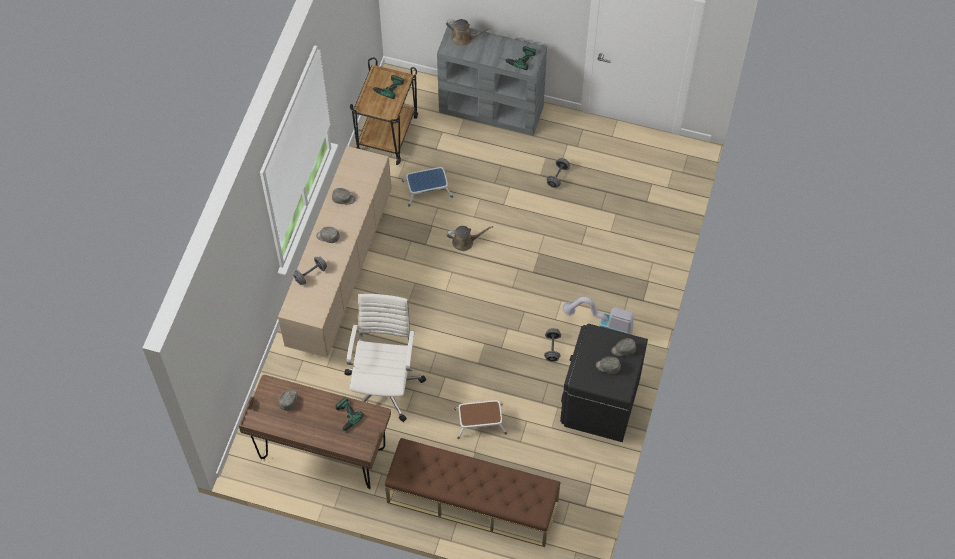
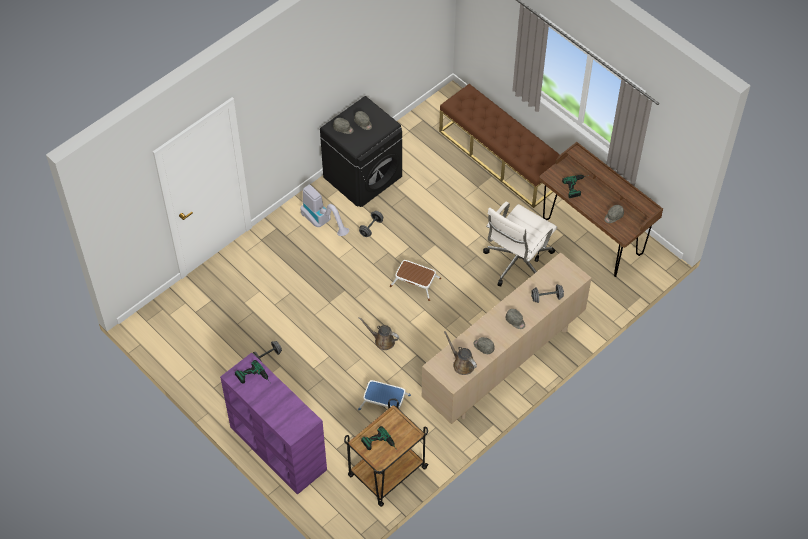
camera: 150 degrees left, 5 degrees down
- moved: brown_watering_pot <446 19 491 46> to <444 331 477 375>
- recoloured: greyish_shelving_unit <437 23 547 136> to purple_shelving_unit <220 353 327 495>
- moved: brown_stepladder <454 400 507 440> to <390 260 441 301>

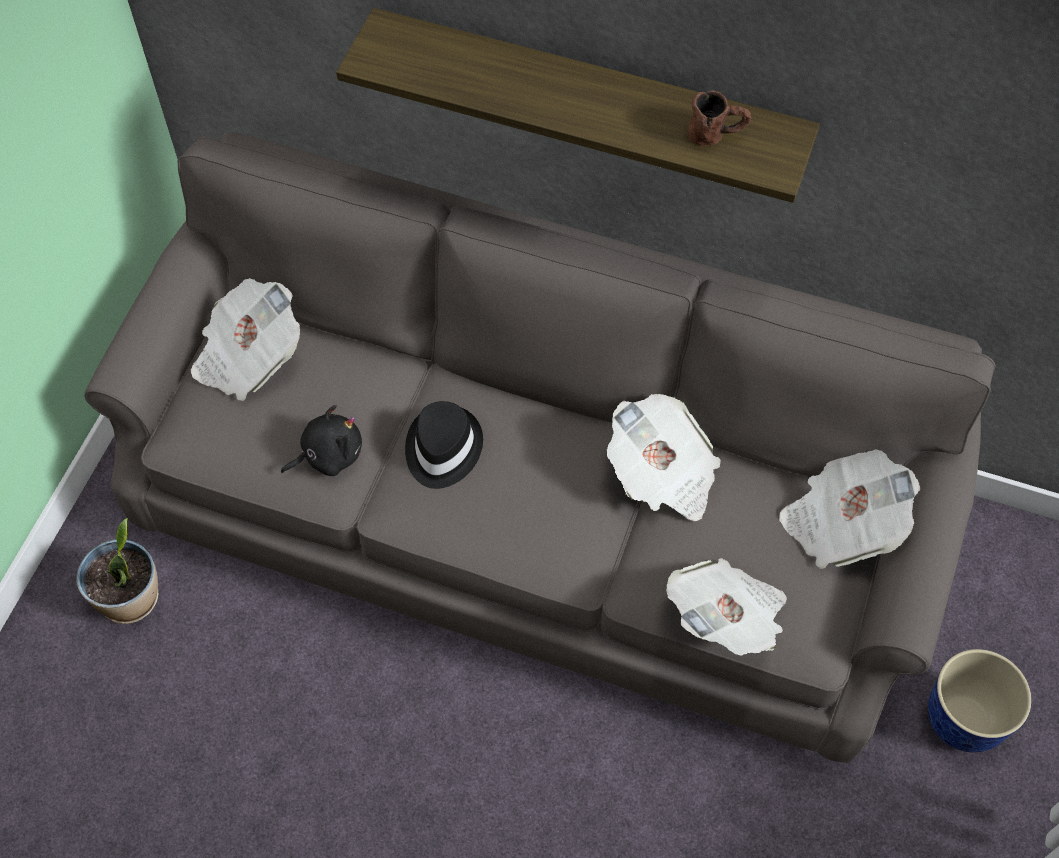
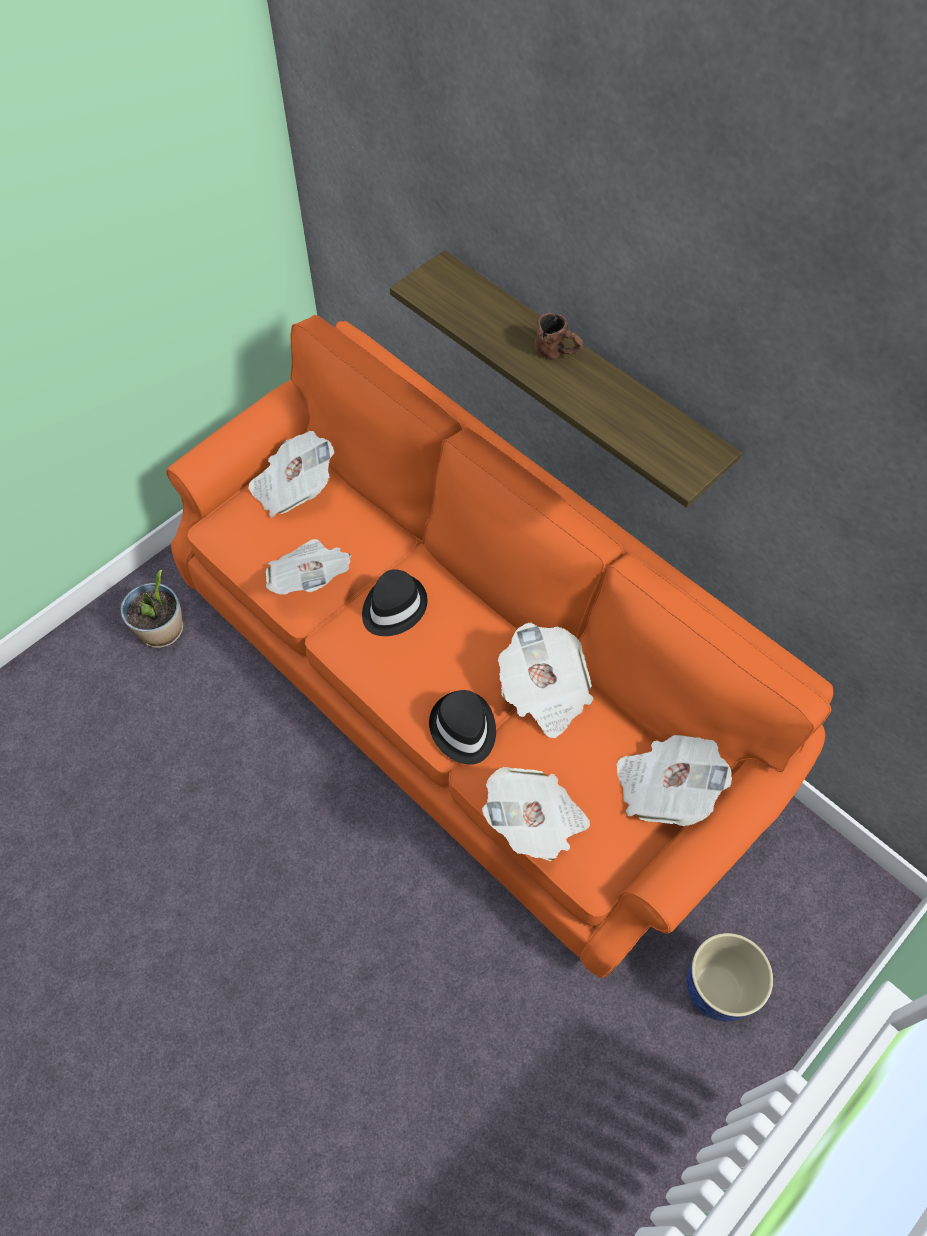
camera: 25 degrees right, 0 degrees up
- moved: brown_coffee_mug <688 90 751 146> to <535 312 583 359>
- recoloured: greyish_settee <84 132 996 763> to orange-coloured_settee <166 315 833 978>
- replaced: black_plush_toy <281 405 362 476> to printed_paper <266 539 352 595>
- added: black_hat <429 690 496 765>

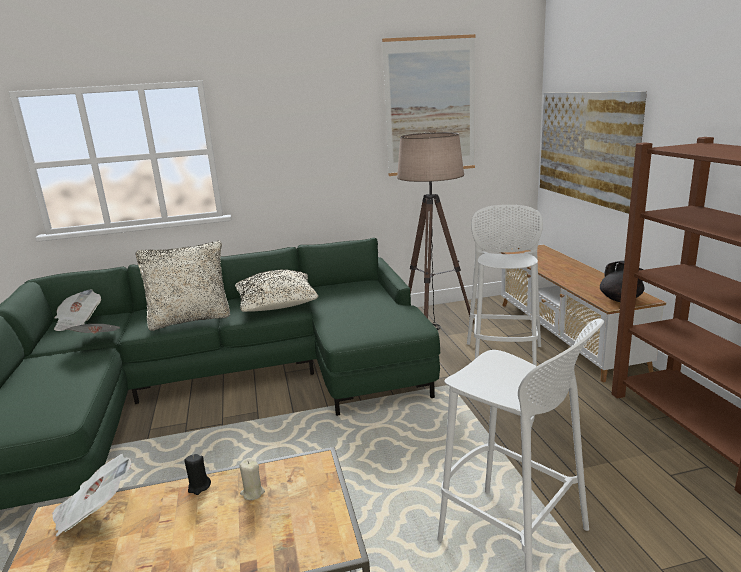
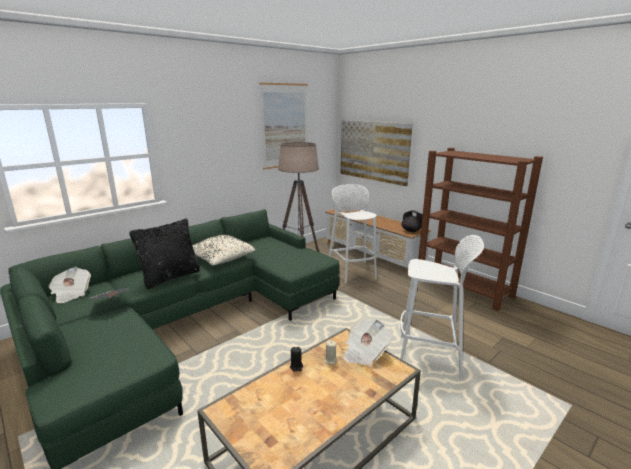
camera: 30 degrees left, 0 degrees up
- recoloured: beige-coloured_throw_pillow <135 241 231 331> to black_throw_pillow <129 218 200 289>
- moved: printed_paper <52 454 131 537> to <343 319 392 366>

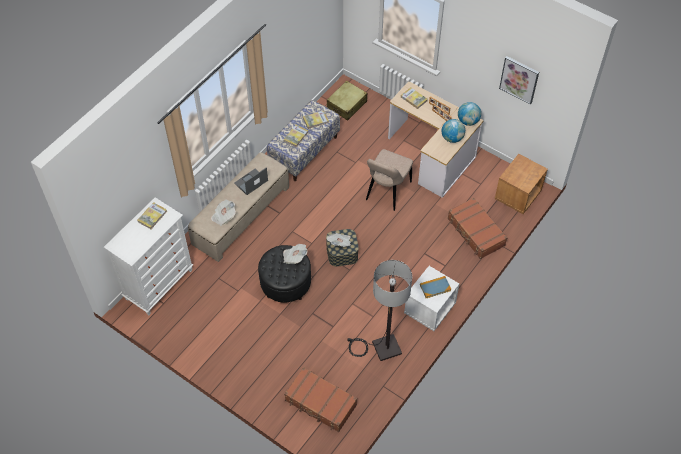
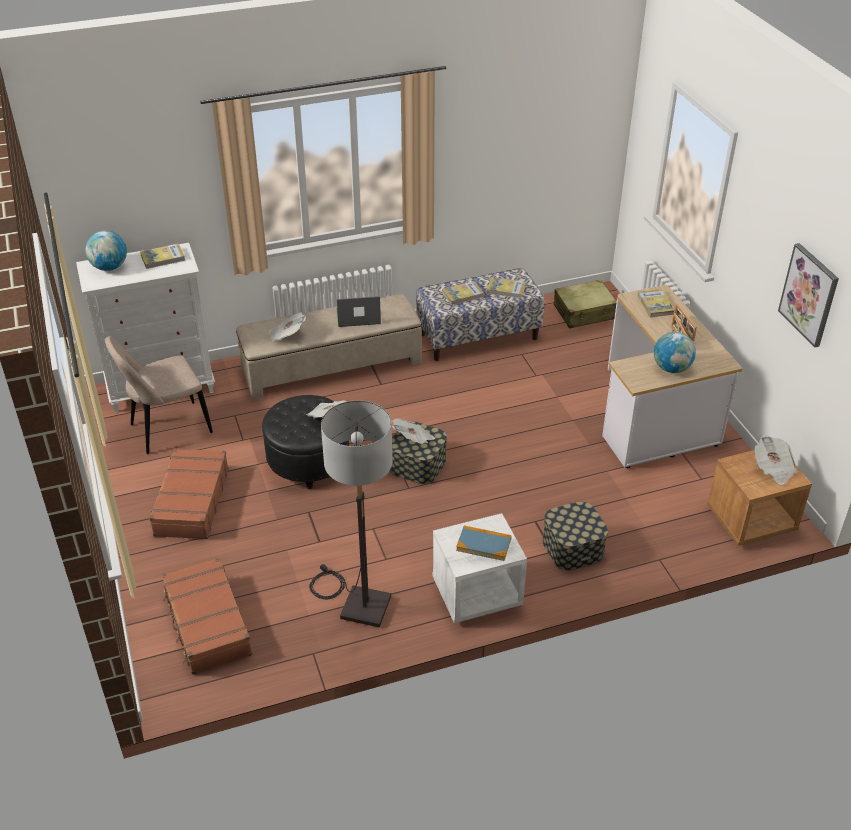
camera: 35 degrees right, 15 degrees down
- moved: globe <458 102 481 126> to <85 230 127 271>
- moved: beige-coloured_chair <366 149 413 211> to <105 336 213 454>
- moved: brown_travel_case <448 198 508 259> to <149 448 229 539>
- added: printed_paper <754 435 797 485>
- added: storage_box <543 501 608 570>

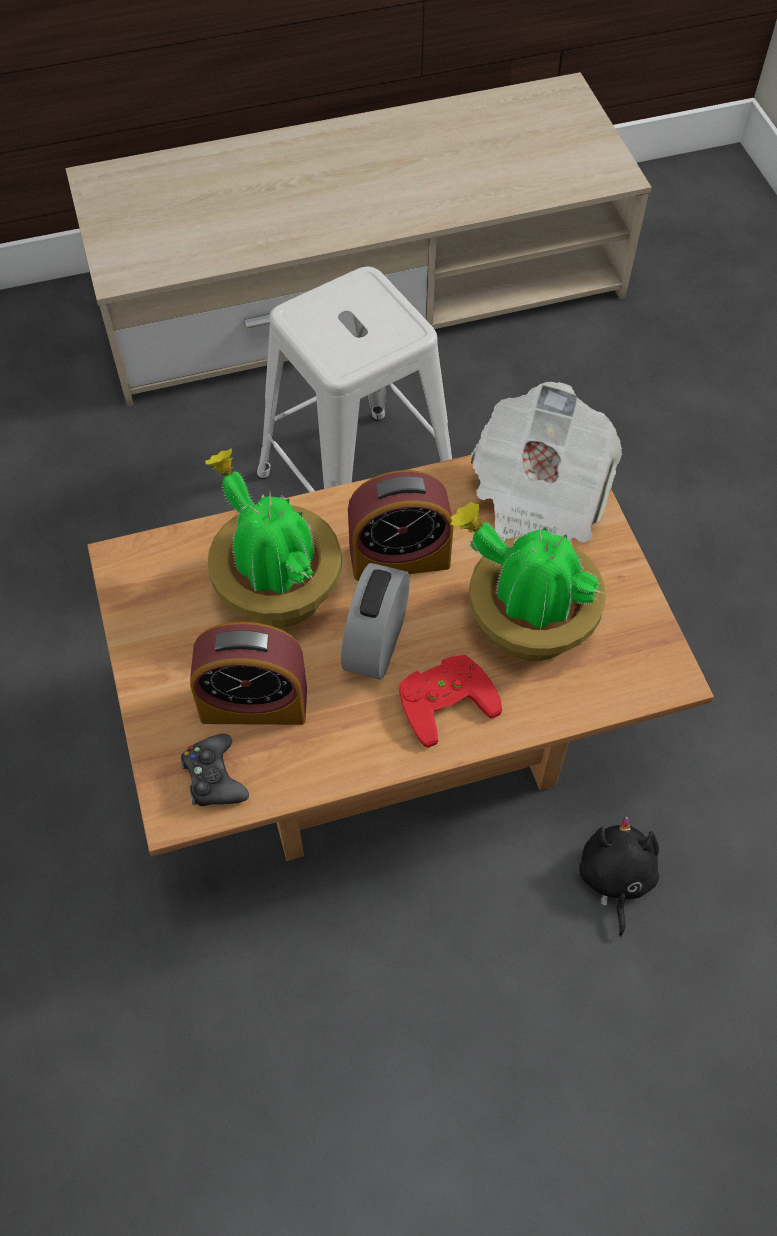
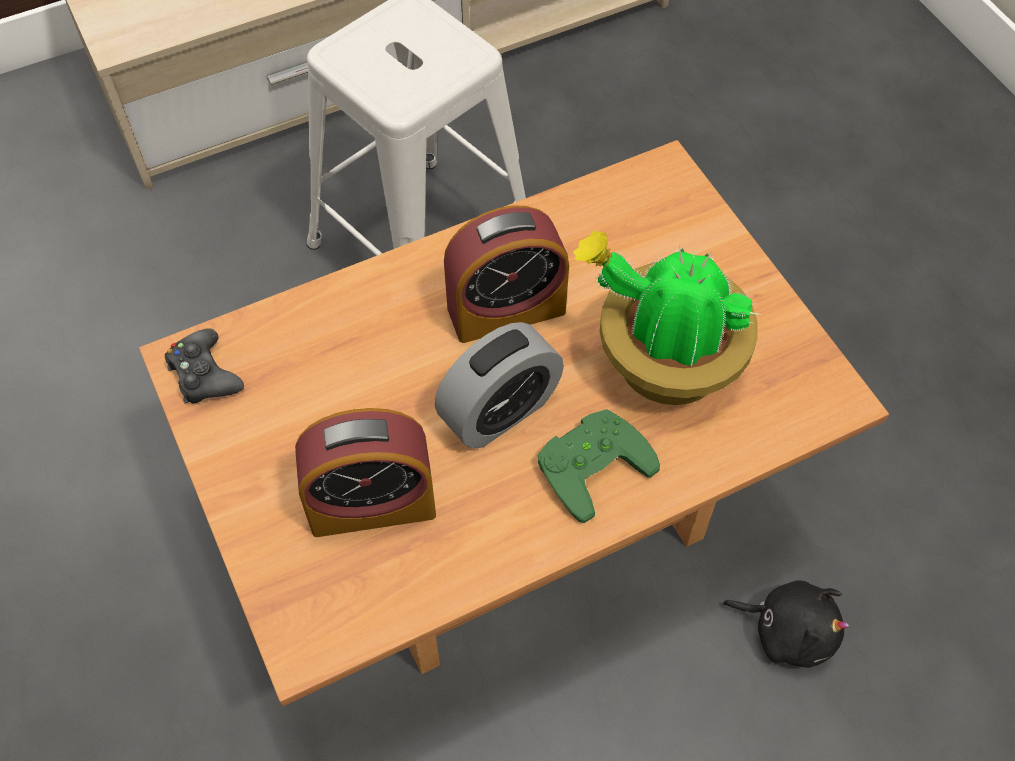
camera: 10 degrees left, 0 degrees up
- removed: printed_paper <471 382 622 543>
- removed: plant_in_a_pot <205 448 341 628>
- turned: table_clock <341 563 410 680> = <435 322 564 448> 135 degrees counterclockwise
- recoloured: reddish_gamepad <399 655 502 748> to green_gamepad <538 409 660 523>
- moved: black_gamepad <181 734 249 806> to <165 328 244 404>
- turned: black_plush_toy <579 816 659 937> = <723 580 849 668> 120 degrees clockwise

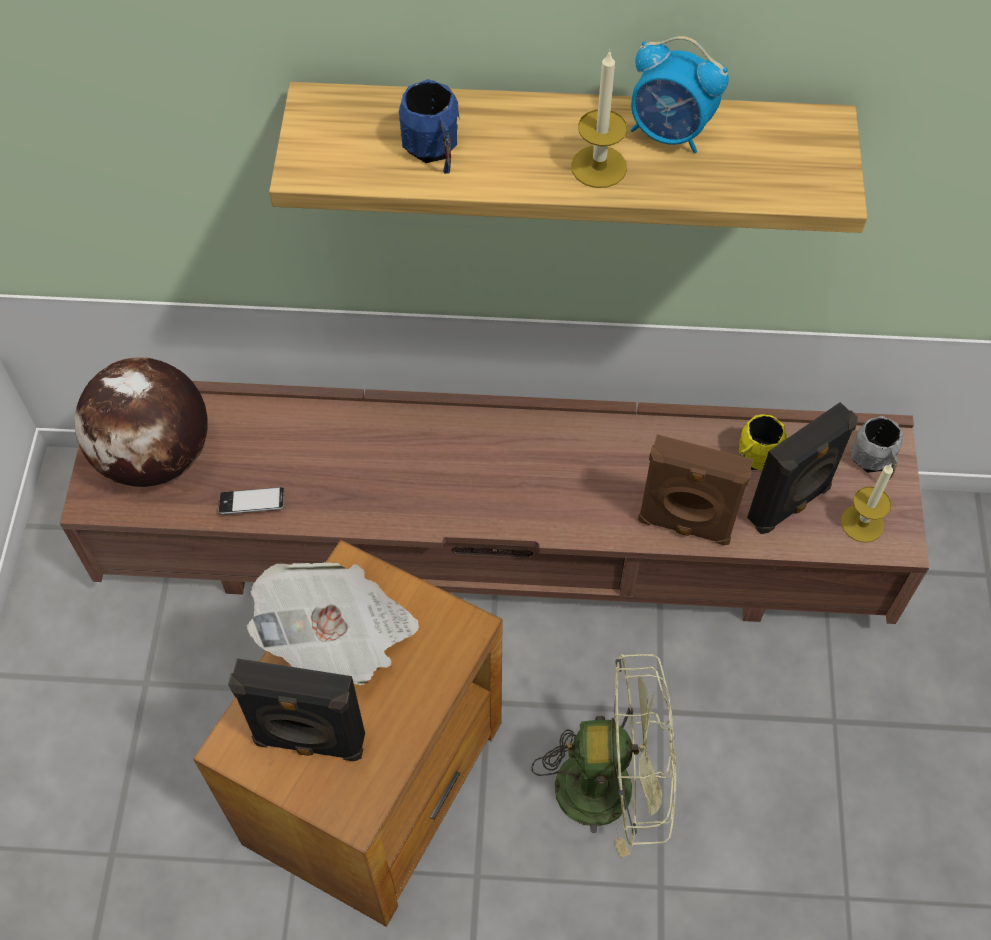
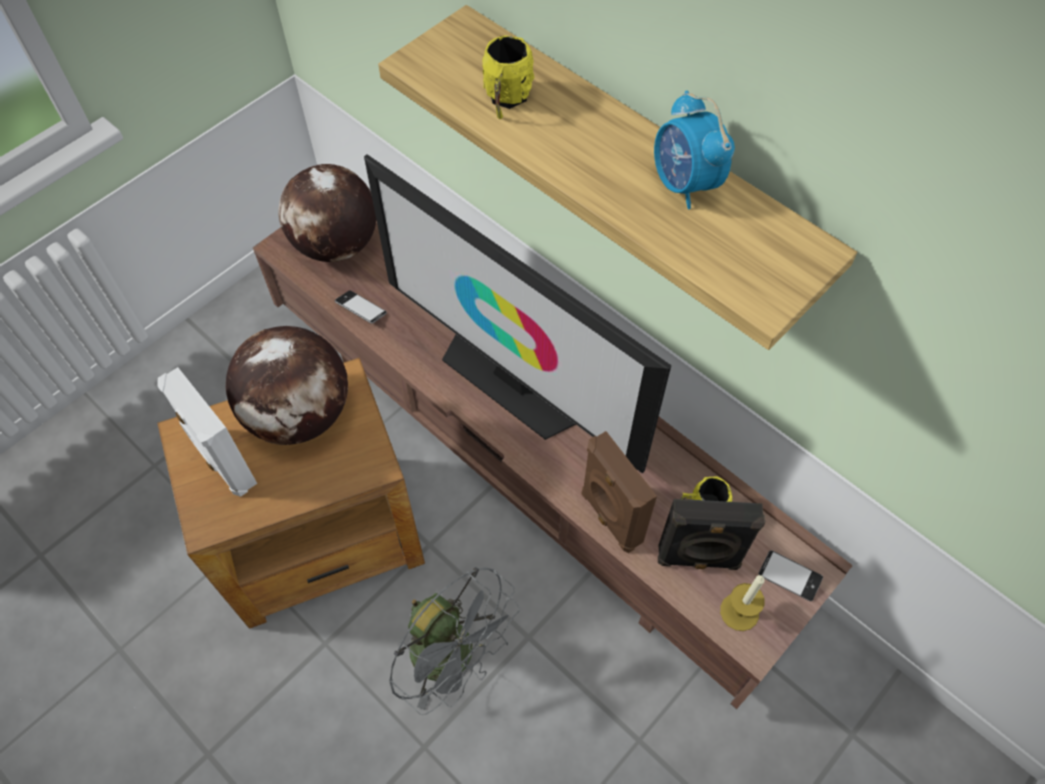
camera: 40 degrees right, 0 degrees up
- removed: wax_candle <571 50 627 188>
- recoloured: blue-coloured_coffee_mug <399 79 460 174> to yellow_coffee_mug <482 35 535 119>
- replaced: greyish_coffee_mug <852 416 903 478> to telephone <758 550 823 601>
- replaced: printed_paper <246 562 419 686> to globe <226 326 348 445>
- recoloured: green_fan <531 654 677 858> to greyish_fan <389 567 520 715>
- recoloured: black_loudspeaker <228 658 365 761> to white_loudspeaker <157 367 257 497>
- added: TV_set <364 154 671 473>

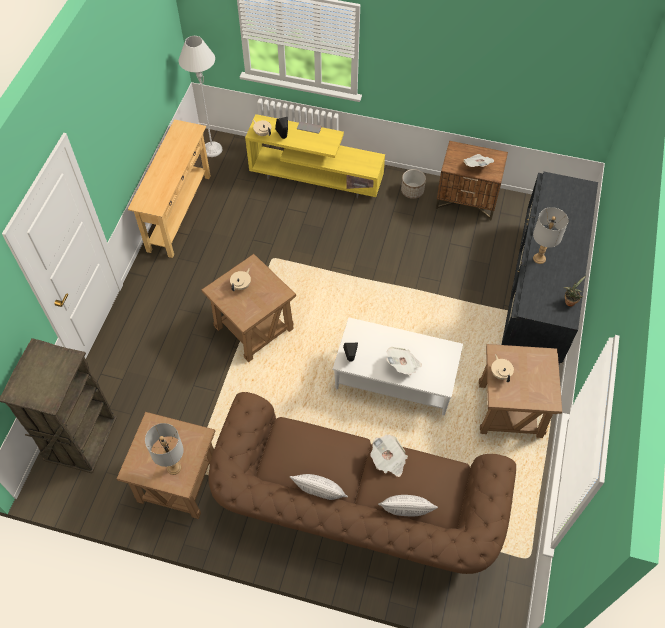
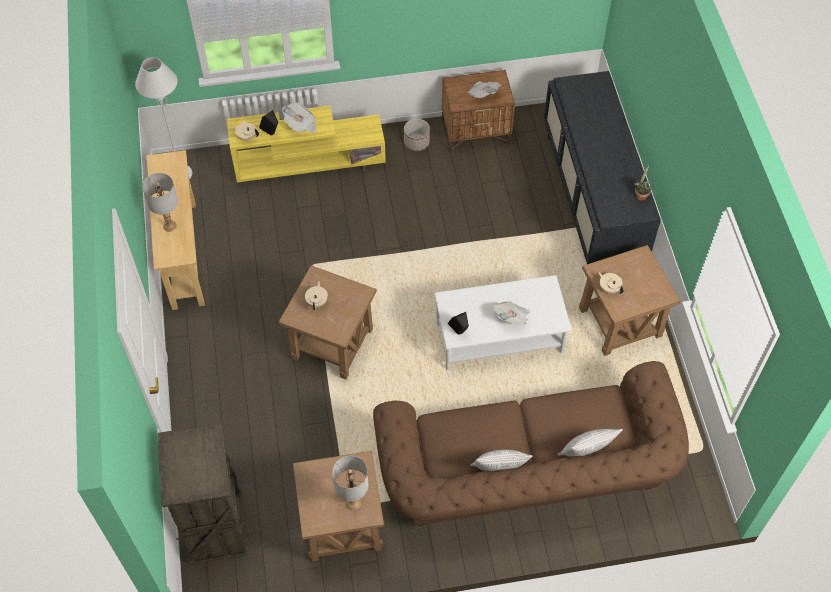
camera: 25 degrees left, 0 degrees up
- moved: greyish_lamp_for_a_table <533 207 568 264> to <142 173 178 232>
- moved: printed_paper <370 435 408 477> to <282 103 316 133>

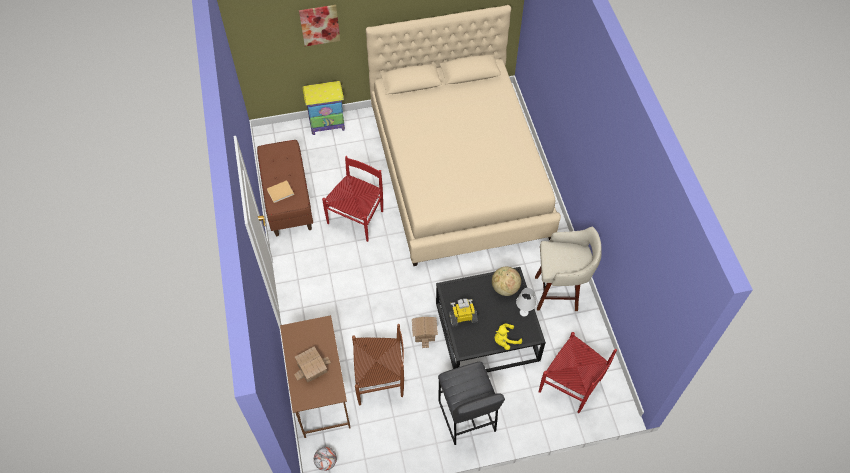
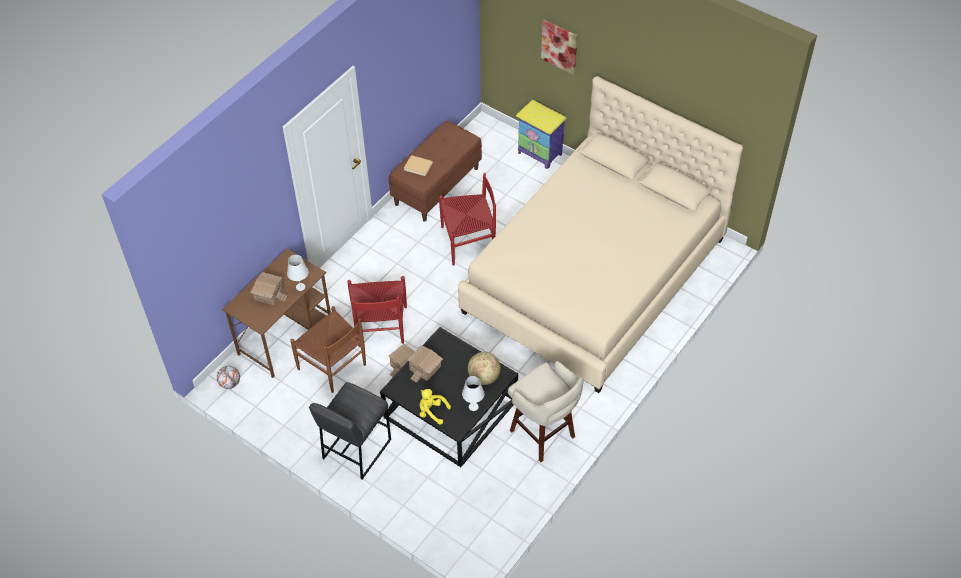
camera: 50 degrees right, 5 degrees down
- replaced: model_robot <449 299 478 327> to model_house <407 345 443 383>
- moved: reddish_chair <539 332 617 413> to <347 276 407 347>
- added: white_lamp_for_a_table <287 255 309 291>

